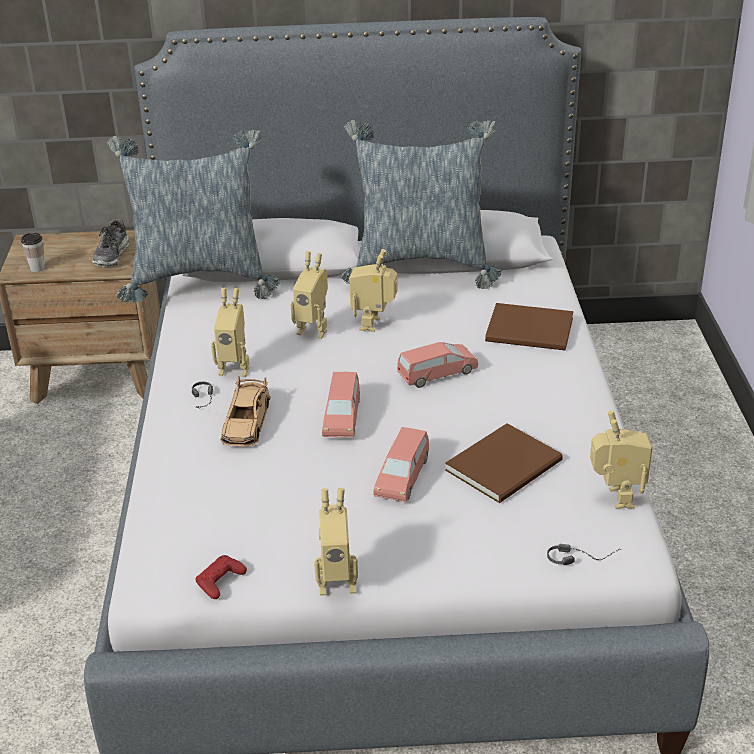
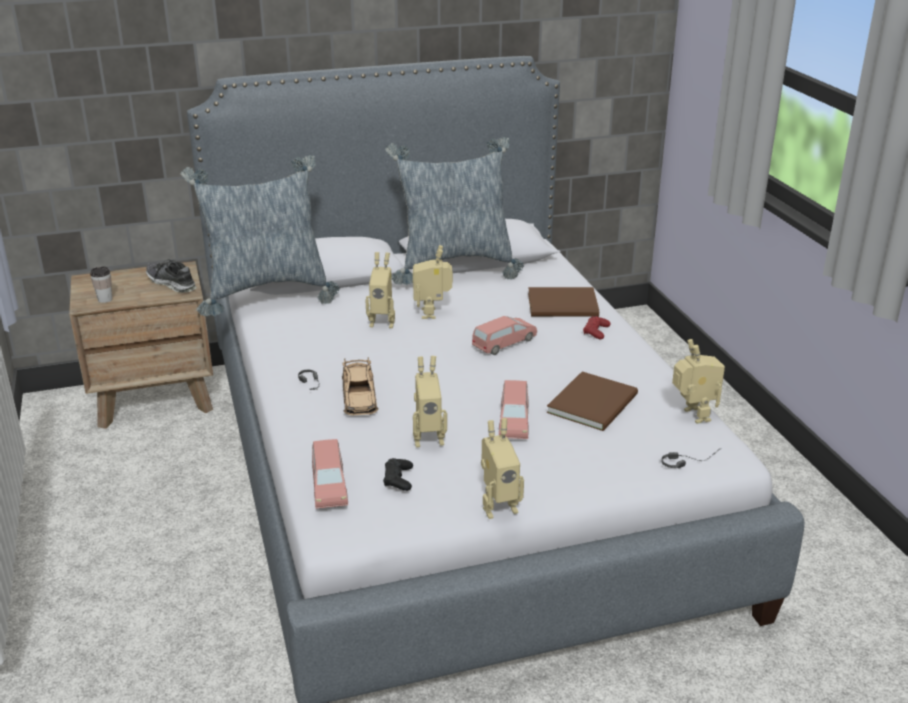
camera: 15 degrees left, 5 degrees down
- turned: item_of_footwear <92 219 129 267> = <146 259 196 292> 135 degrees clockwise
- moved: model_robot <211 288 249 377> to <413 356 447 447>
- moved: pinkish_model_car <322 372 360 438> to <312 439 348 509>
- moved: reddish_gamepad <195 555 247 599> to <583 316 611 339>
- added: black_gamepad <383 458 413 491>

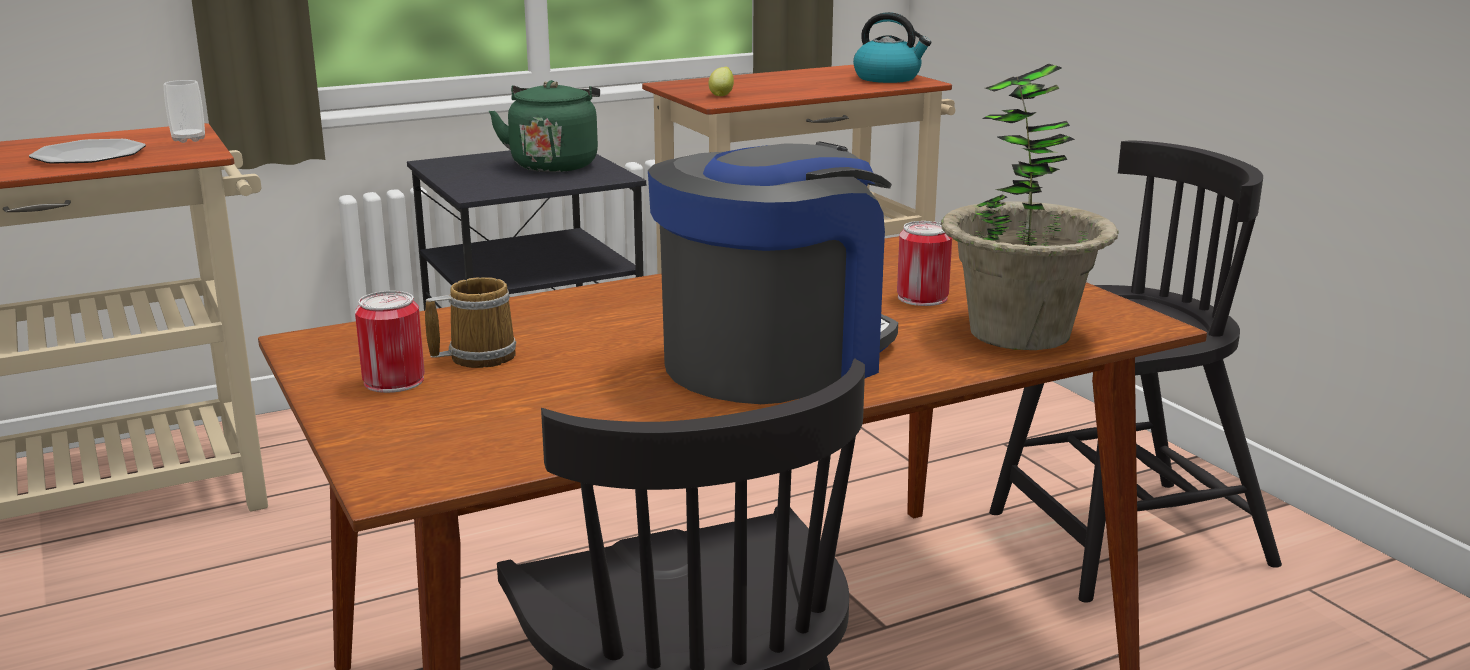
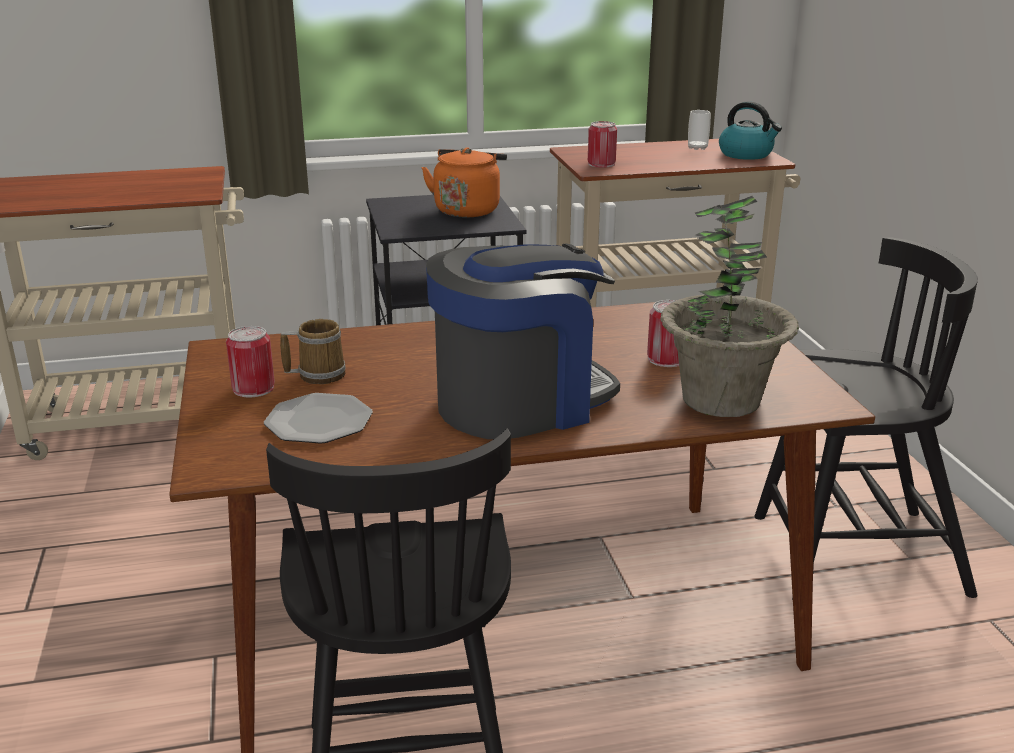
camera: 15 degrees right, 5 degrees up
- replaced: citrus_fruit <709 67 734 96> to metal_can <588 121 617 168>
- moved: drinking_cup <164 80 205 143> to <688 110 711 150>
- recoloured: green_kettle <489 80 600 172> to orange-coloured_kettle <421 147 507 217>
- moved: dinner_plate <29 139 146 164> to <264 393 373 444>

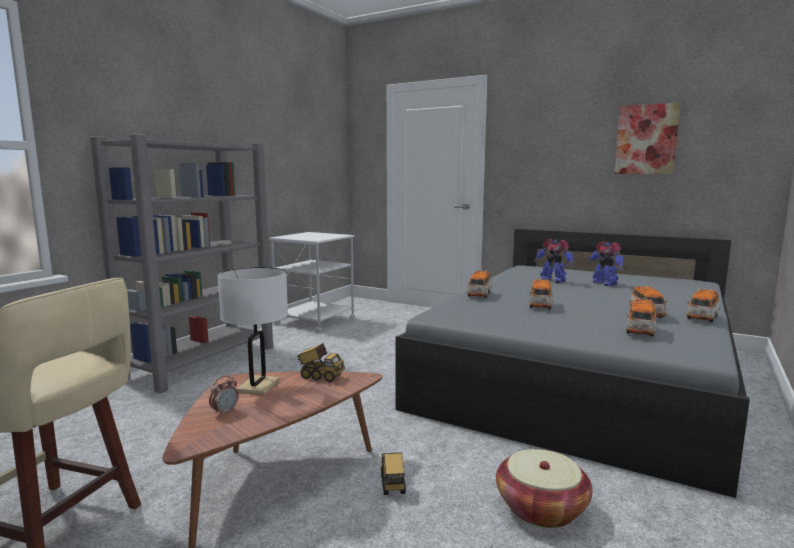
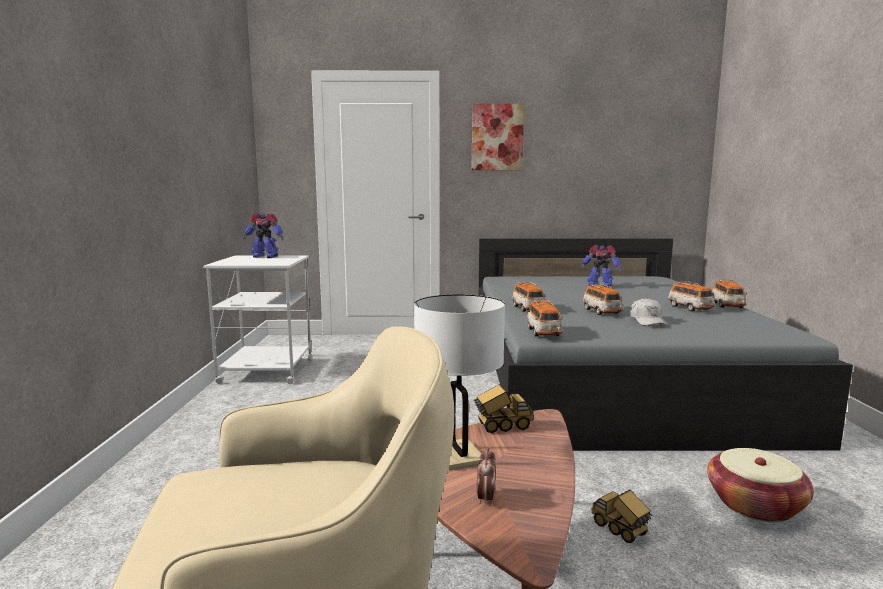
camera: 30 degrees left, 0 degrees up
- moved: wall_art <615 102 681 174> to <472 104 524 170>
- removed: greyish_shelving_unit <90 134 273 394>
- moved: model_robot <534 239 574 283> to <243 213 284 258>
- moved: model_car <626 298 657 337> to <527 300 563 337>
- added: white_cap <630 298 668 326>

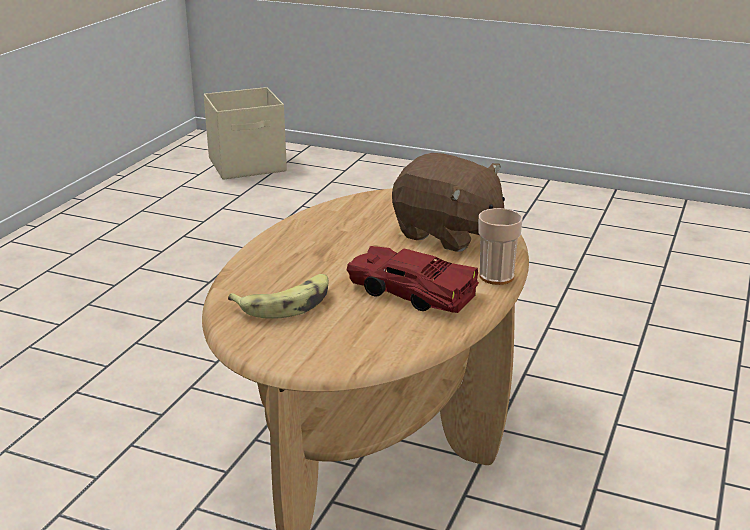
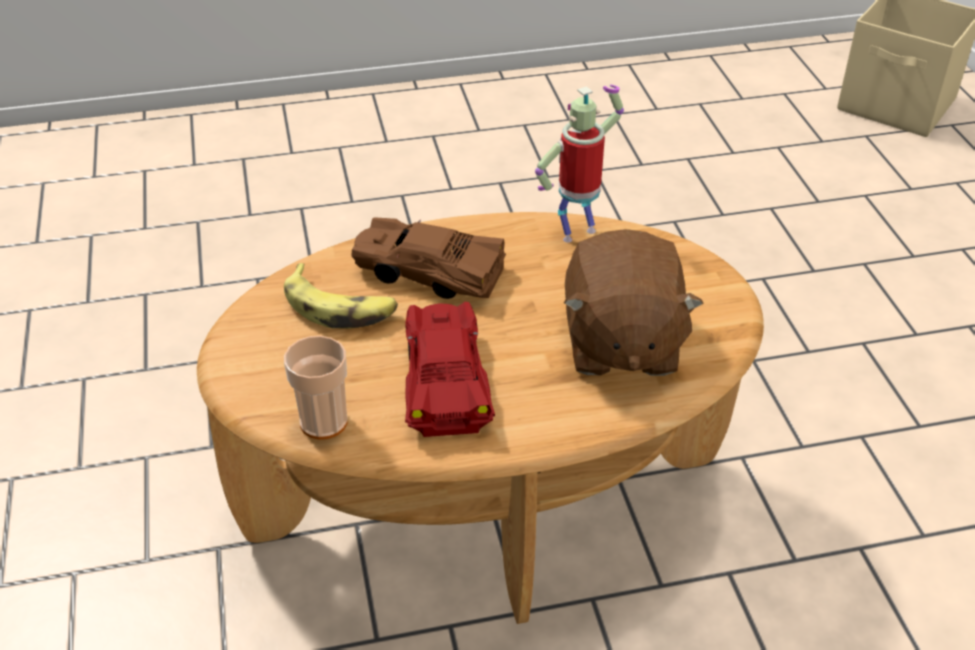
camera: 55 degrees right, 15 degrees up
- moved: drinking_cup <478 208 523 285> to <284 336 348 440>
- added: model_robot <535 84 624 243>
- added: brown_model_car <351 217 506 299>

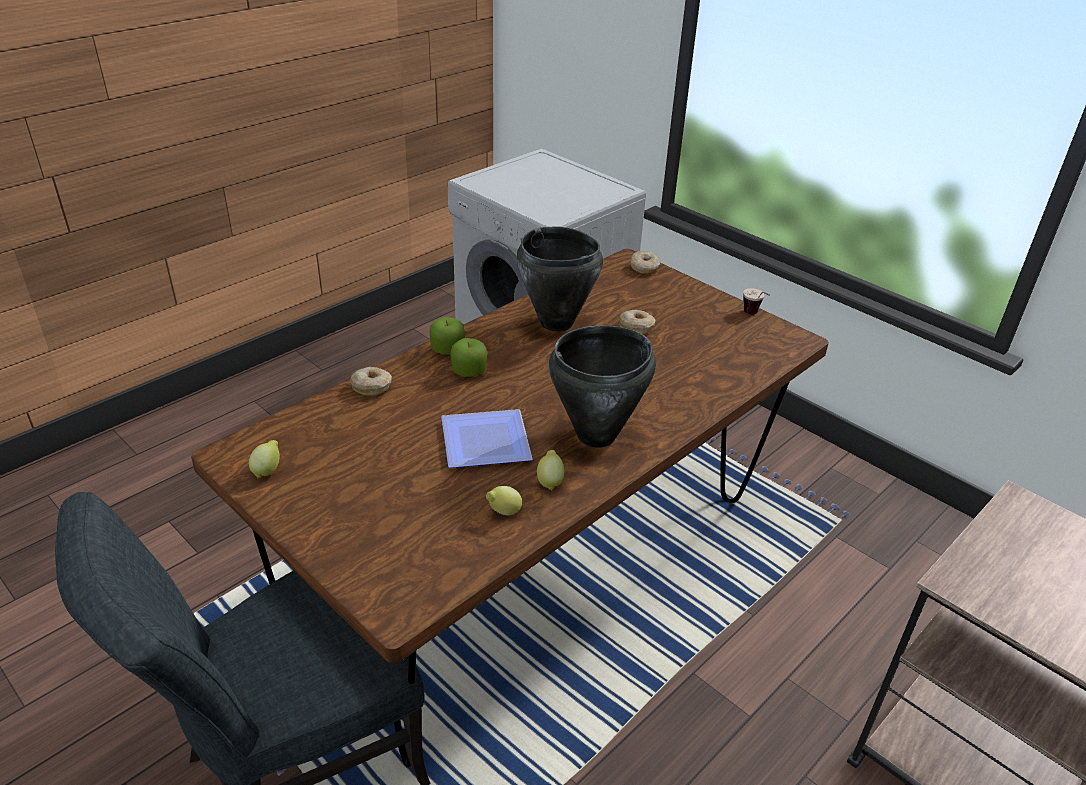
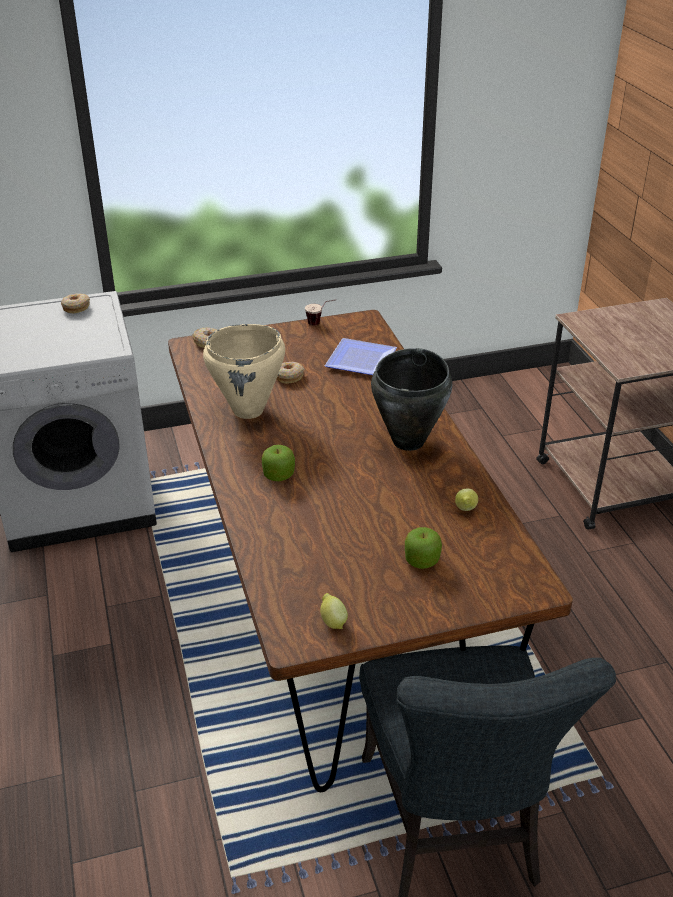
camera: 60 degrees left, 0 degrees up
- recoloured: black_stockpot <517 226 603 331> to beige-coloured_stockpot <203 324 285 419>
- moved: apple <429 317 465 354> to <405 527 442 569>
- moved: donut <351 367 392 396> to <61 293 90 314>
- moved: dinner_plate <441 409 533 468> to <325 338 397 375>
- removed: citrus_fruit <537 450 564 490>

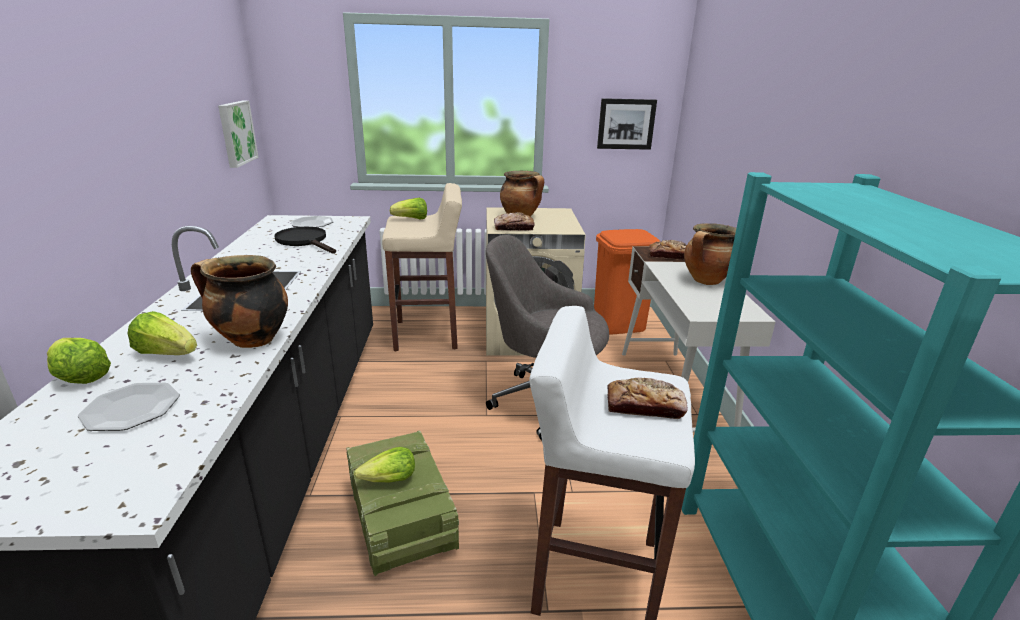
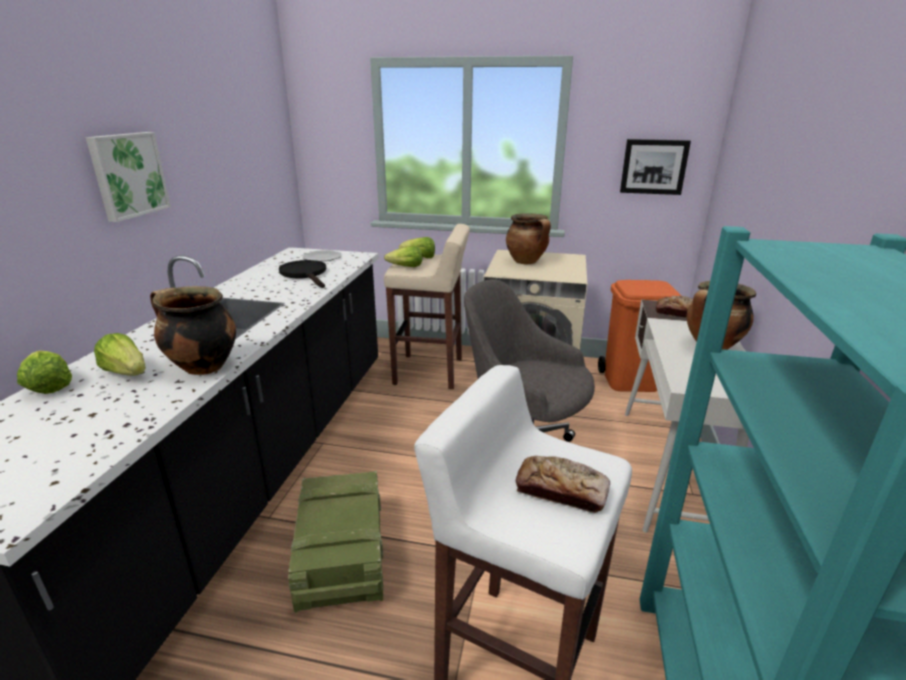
camera: 15 degrees right, 0 degrees up
- moved: wall_art <218 101 259 168> to <86 132 171 222>
- removed: bread <494 212 535 231>
- removed: dinner_plate <77 383 180 431>
- moved: lettuce <354 447 415 483> to <384 246 422 267>

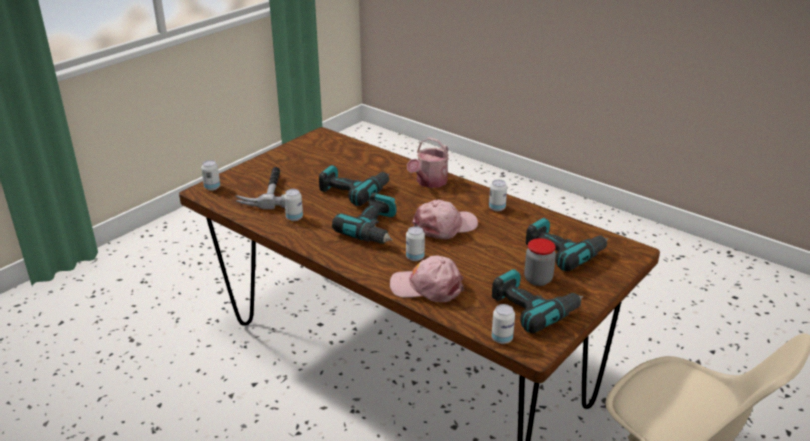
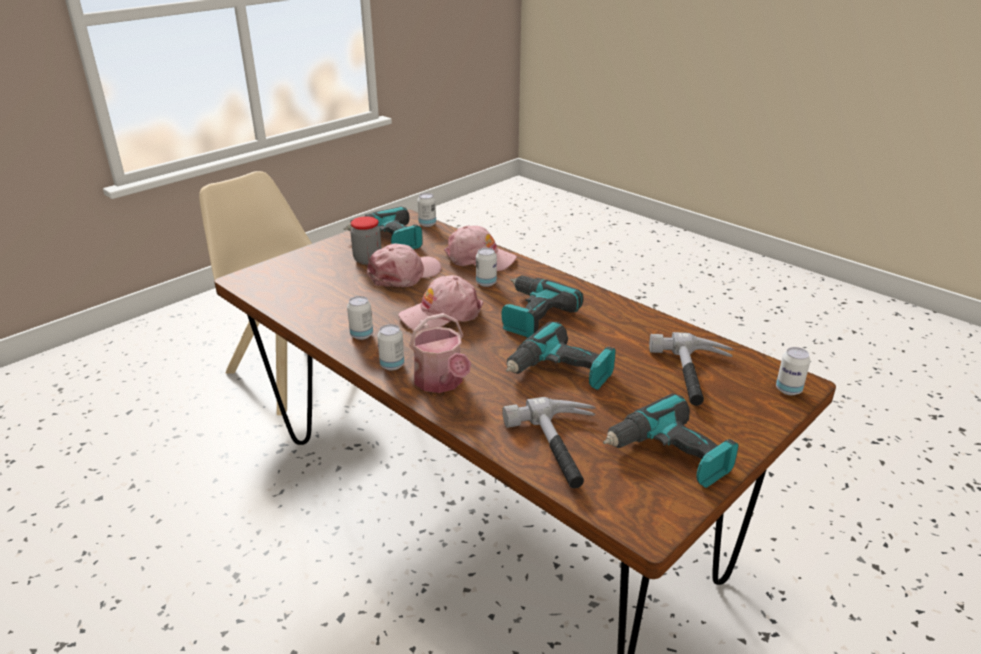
camera: 175 degrees left, 0 degrees up
- turned: watering_pot <407 137 449 188> = <409 313 471 393> 120 degrees clockwise
- moved: metal_can <284 189 303 221> to <377 324 404 371>
- moved: drill <526 218 608 271> to <603 394 739 488>
- added: pinkish_cap <367 244 441 287>
- added: tool_hammer <502 397 596 489>

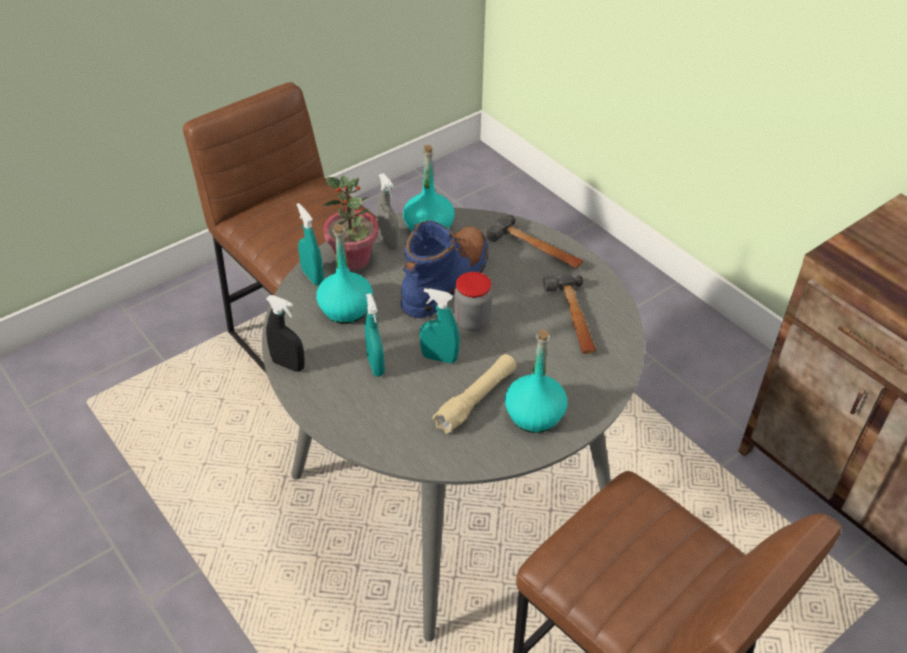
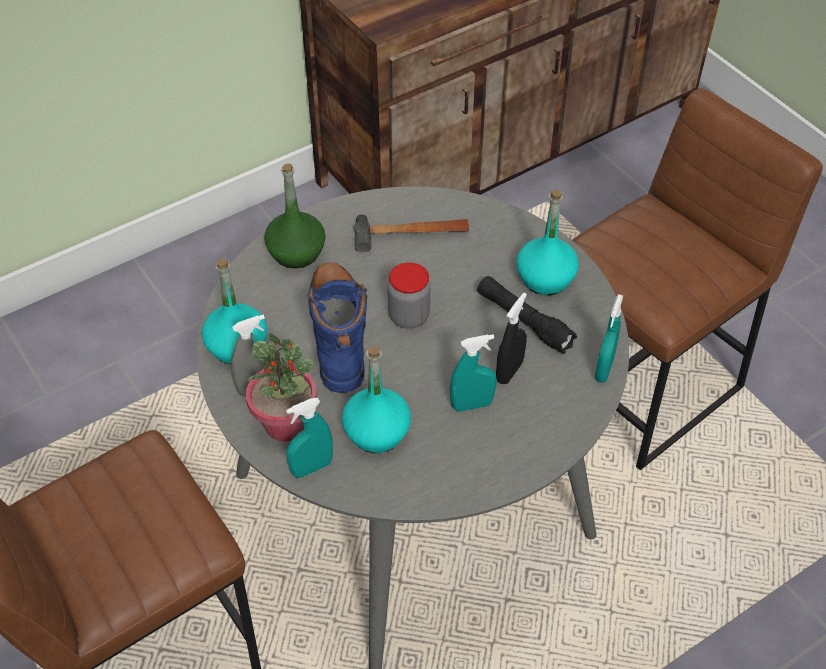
camera: 85 degrees left, 5 degrees up
- replaced: tool_hammer <486 215 584 269> to green_drink_bottle <264 163 326 268>
- turned: blue-coloured_high-top_boot <401 220 488 318> = <307 263 367 393> 45 degrees clockwise
- moved: turquoise-coloured_hand_sprayer <419 288 460 364> to <595 294 623 383>
- moved: black_hand_sprayer <266 295 305 372> to <496 293 527 384>
- recoloured: beige-coloured_flashlight <432 354 517 434> to black_flashlight <477 276 577 354>

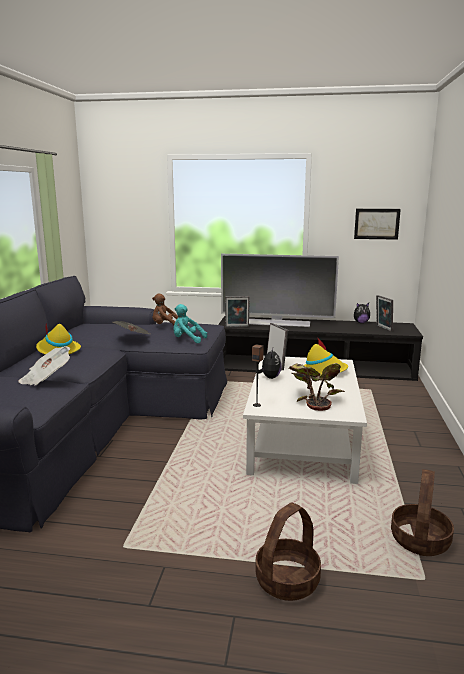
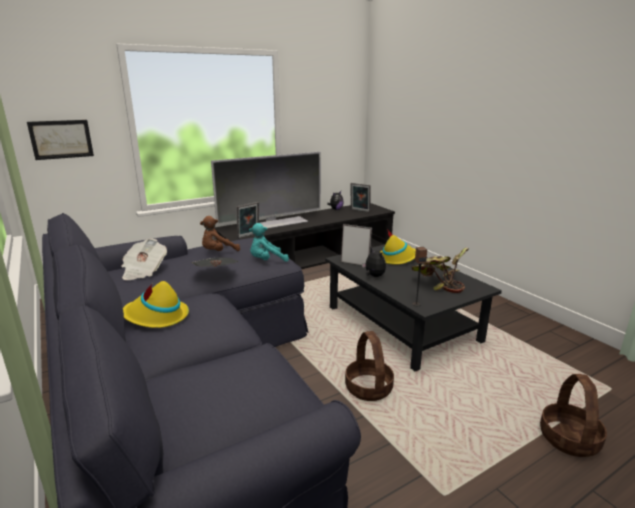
camera: 40 degrees left, 5 degrees up
- moved: wall_art <354 209 401 240> to <27 120 94 160>
- moved: printed_paper <18 346 71 386> to <121 239 167 280>
- recoloured: white_lounge_table <243 356 367 484> to black_lounge_table <325 245 502 372>
- moved: basket <391 469 454 556> to <345 331 394 401>

